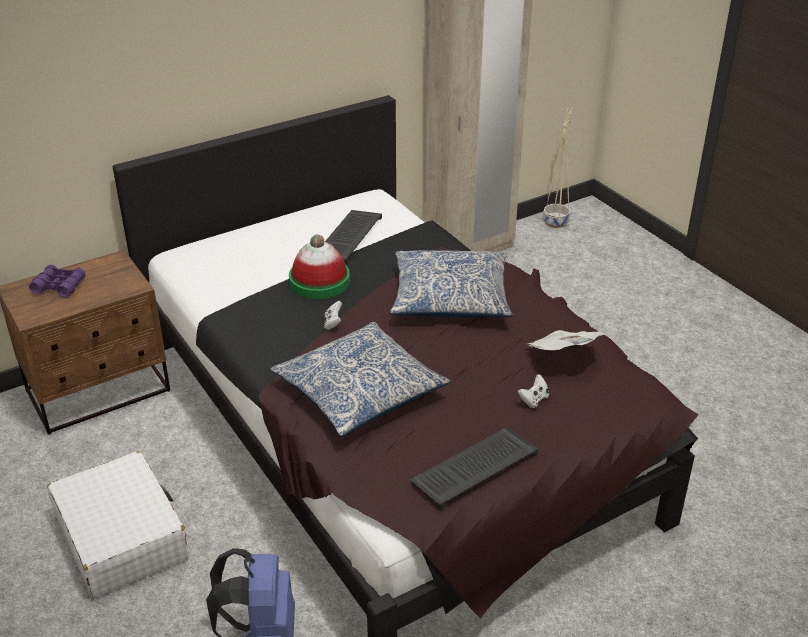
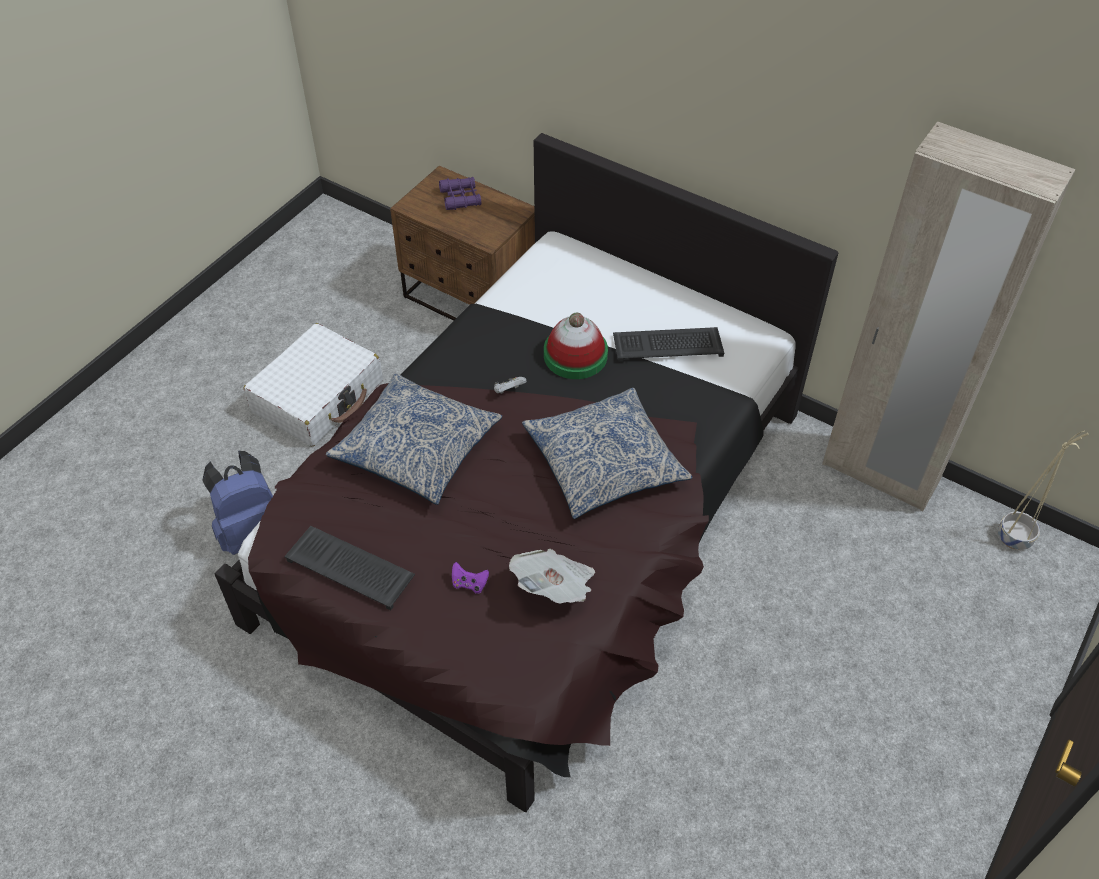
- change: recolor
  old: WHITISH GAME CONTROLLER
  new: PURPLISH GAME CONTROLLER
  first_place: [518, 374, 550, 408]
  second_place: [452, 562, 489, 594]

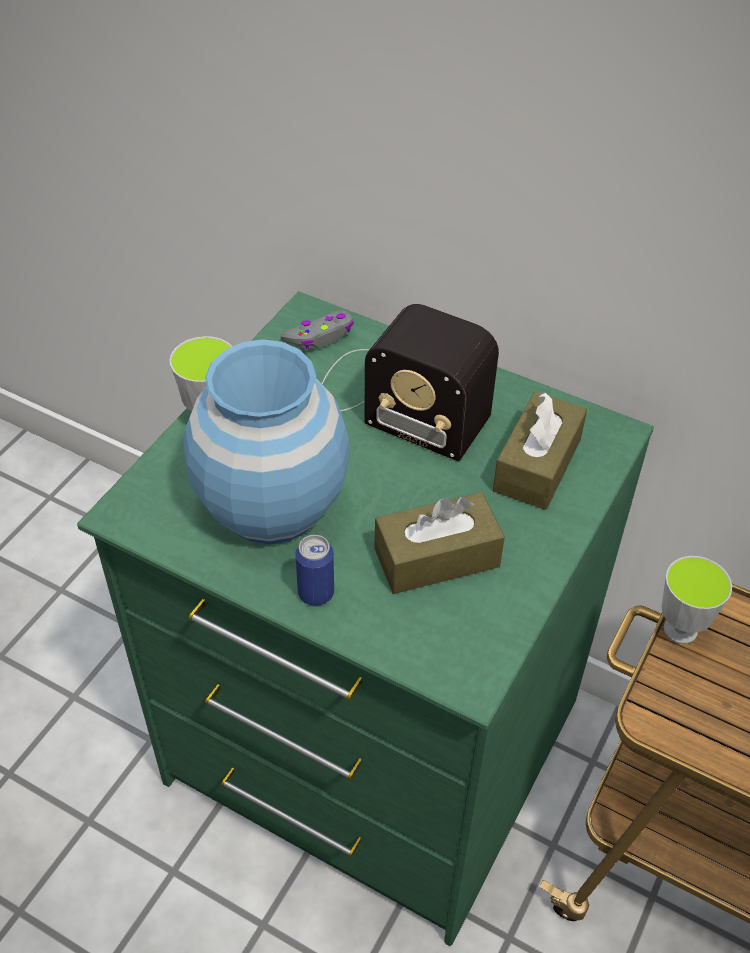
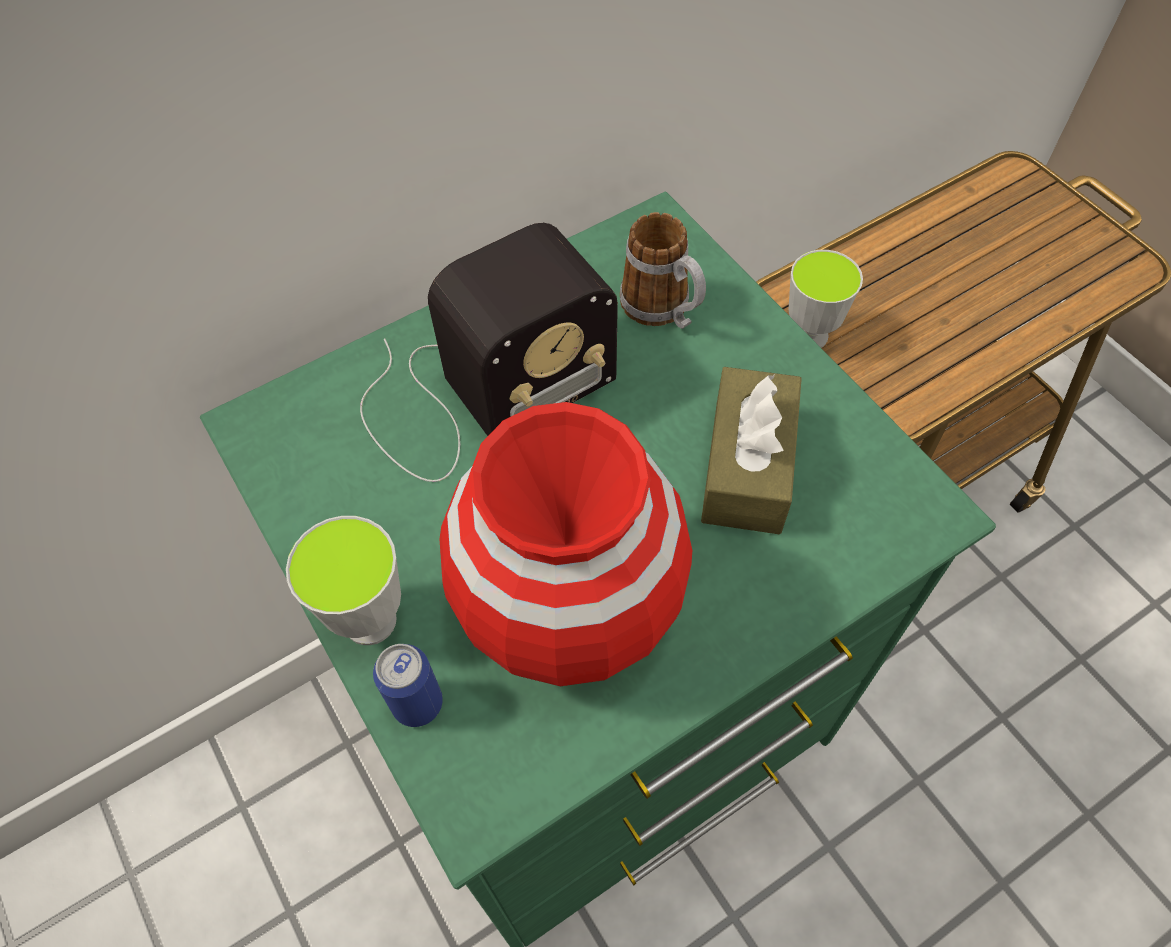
- change: move
  old: SEALED CAN
  first_place: [295, 535, 334, 606]
  second_place: [373, 644, 443, 727]
- change: recolor
  old: BLUE FLOWER VASE
  new: REDDISH FLOWER VASE
  first_place: [183, 339, 350, 544]
  second_place: [439, 402, 692, 686]
- change: replace
  old: BROWN BOX OF TISSUES
  new: MUG
  first_place: [493, 392, 587, 510]
  second_place: [620, 212, 706, 329]
- change: delete
  old: GREYISH GAME CONTROLLER
  first_place: [280, 310, 354, 350]

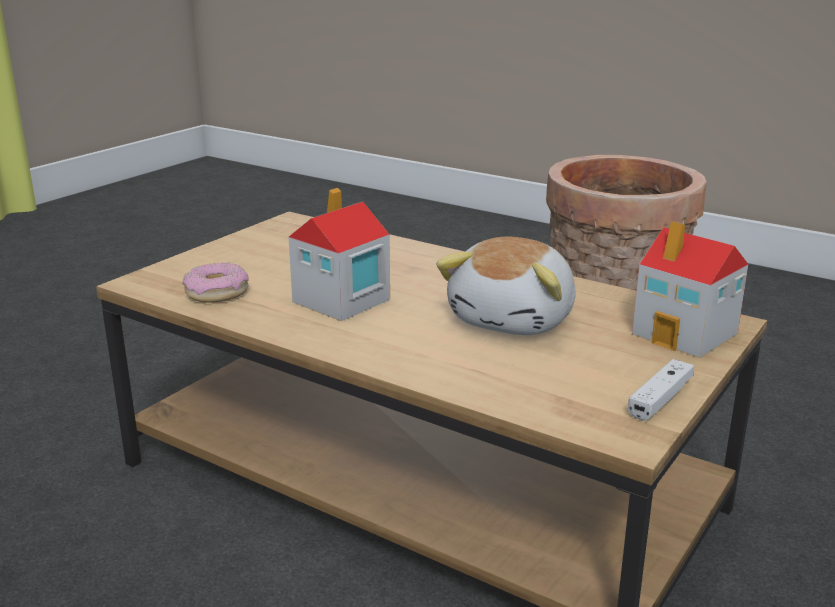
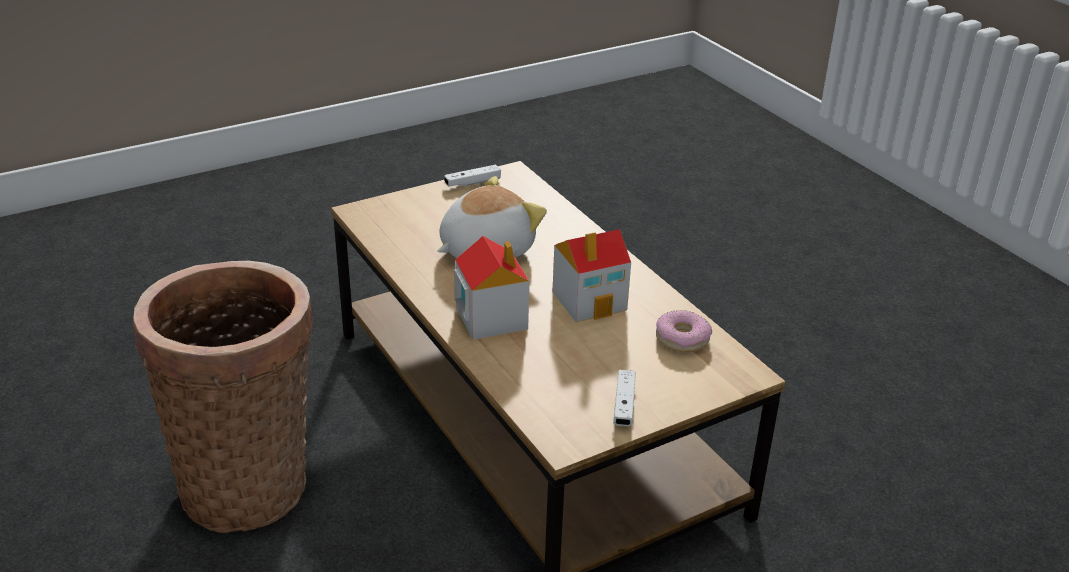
- change: move
  old: MODEL HOUSE
  first_place: [632, 221, 748, 358]
  second_place: [454, 236, 529, 340]
- change: insert
  new: WHITISH GAME CONTROLLER
  second_place: [613, 370, 636, 426]

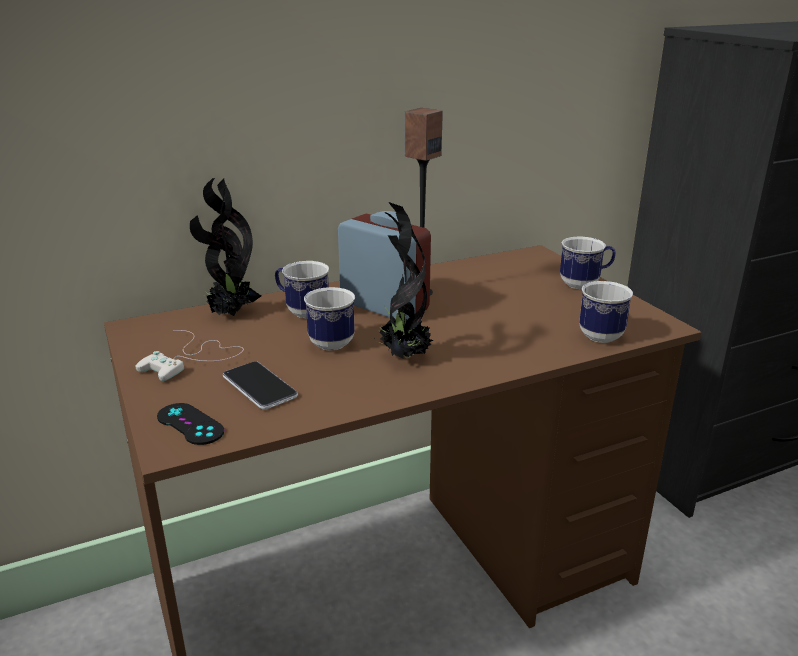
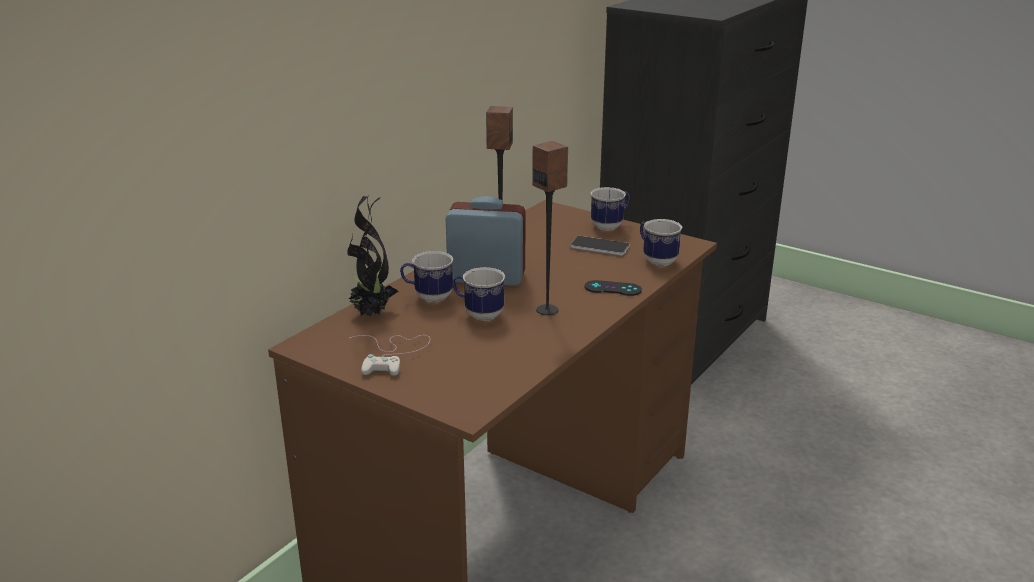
- change: replace
  old: HOUSEPLANT
  new: AUDIO SPEAKER
  first_place: [377, 202, 433, 358]
  second_place: [532, 141, 568, 315]
- change: move
  old: HANDSET
  first_place: [223, 361, 298, 410]
  second_place: [570, 236, 630, 256]
- change: move
  old: BLACKISH GAME CONTROLLER
  first_place: [157, 403, 224, 445]
  second_place: [585, 280, 642, 296]

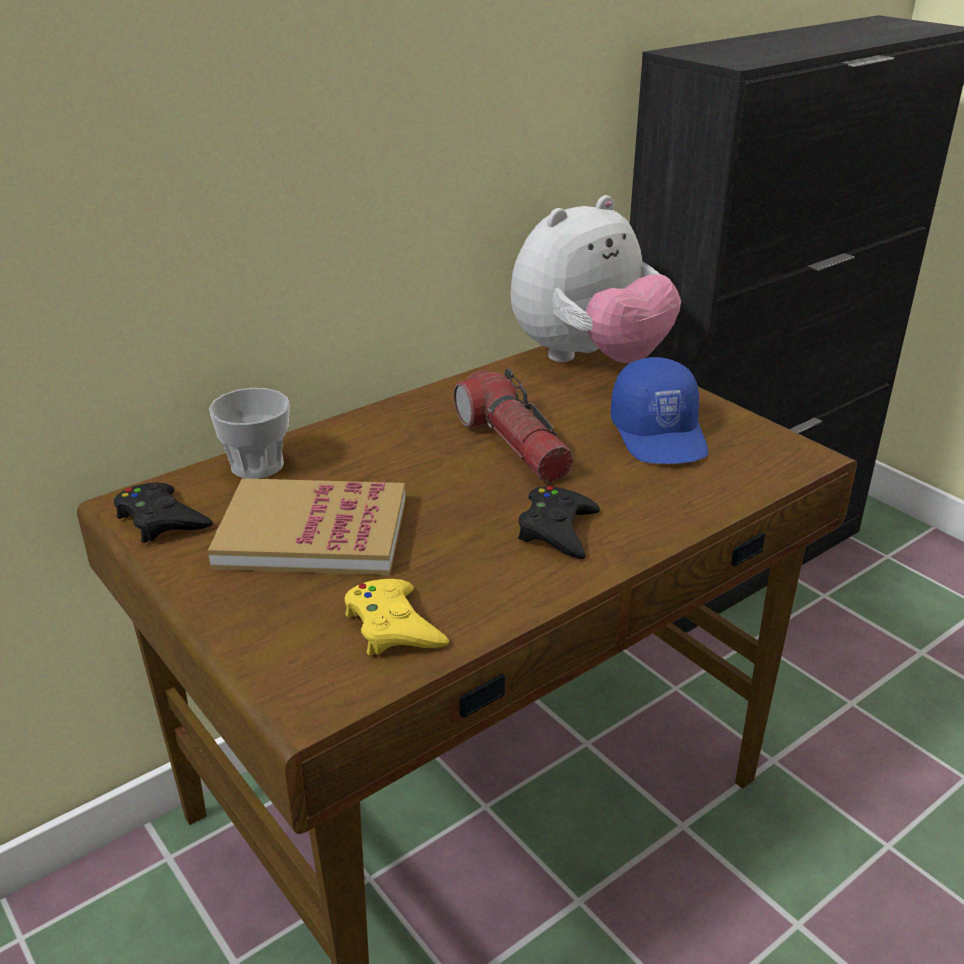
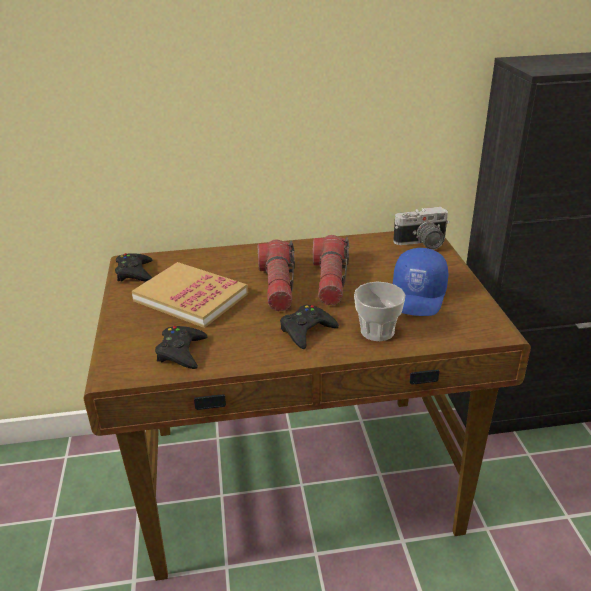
- change: recolor
  old: YELLOW GAME CONTROLLER
  new: BLACKISH GAME CONTROLLER
  first_place: [345, 579, 449, 655]
  second_place: [155, 326, 208, 369]
- change: insert
  new: FLASHLIGHT
  second_place: [258, 240, 295, 311]
- change: move
  old: DRINKING CUP
  first_place: [209, 388, 290, 479]
  second_place: [354, 282, 406, 341]
- change: replace
  old: CUDDLY TOY
  new: STILL CAMERA
  first_place: [511, 195, 681, 364]
  second_place: [393, 207, 450, 250]

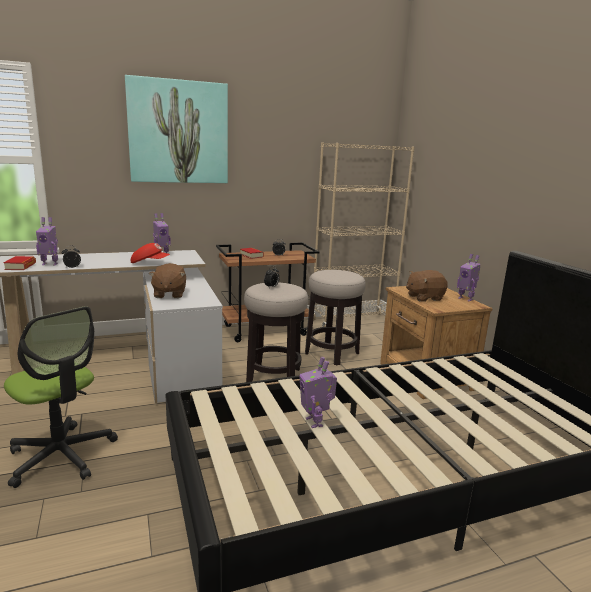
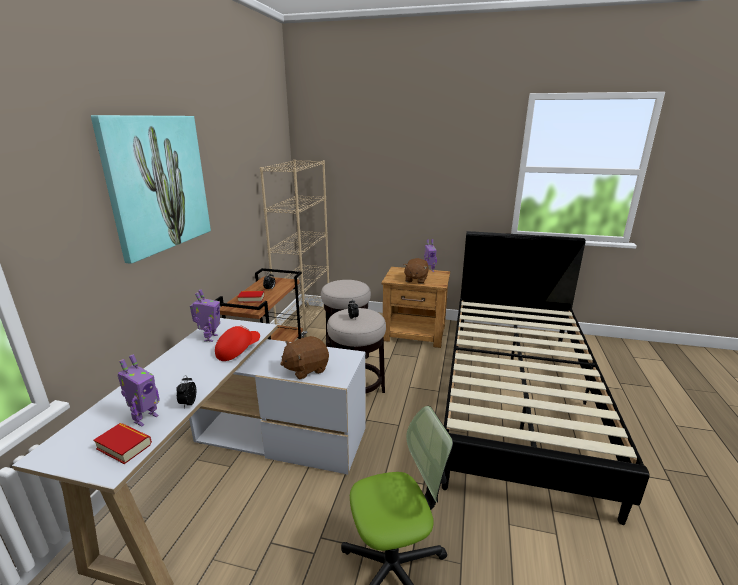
- change: rotate
  old: BROWN CUDDLY TOY
  first_place: [149, 263, 186, 298]
  second_place: [280, 336, 329, 379]
  degrees: 120
- change: delete
  old: MODEL ROBOT
  first_place: [299, 357, 337, 428]

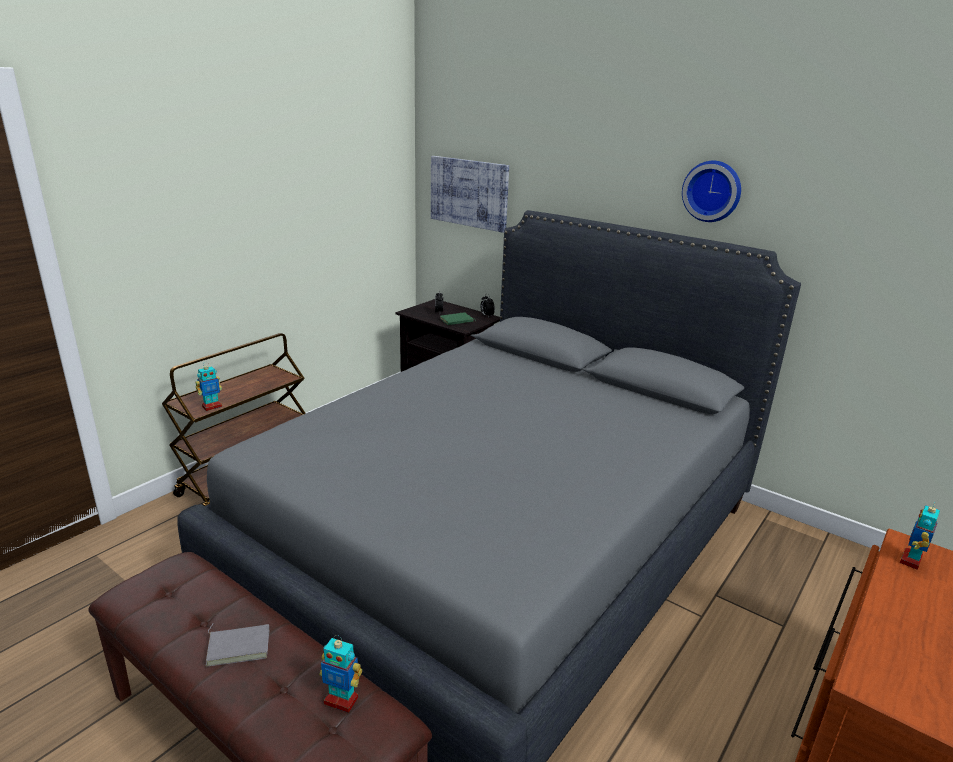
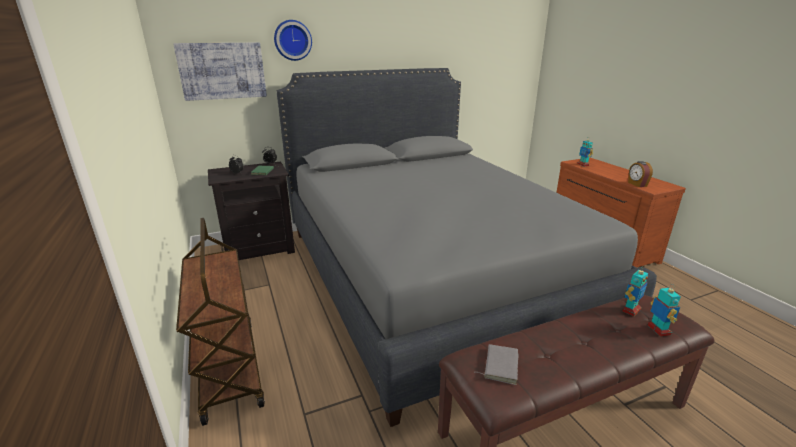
- change: move
  old: HANGING CLOCK
  first_place: [682, 161, 741, 222]
  second_place: [274, 20, 312, 61]
- change: move
  old: GREYISH VOLUME
  first_place: [206, 623, 270, 666]
  second_place: [478, 344, 519, 385]
- change: insert
  new: ALARM CLOCK
  second_place: [628, 161, 653, 187]
- change: move
  old: MODEL ROBOT
  first_place: [195, 365, 222, 411]
  second_place: [648, 284, 681, 337]

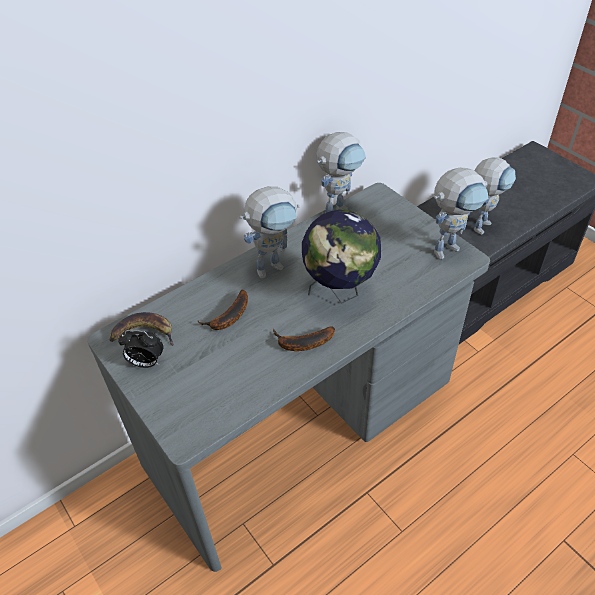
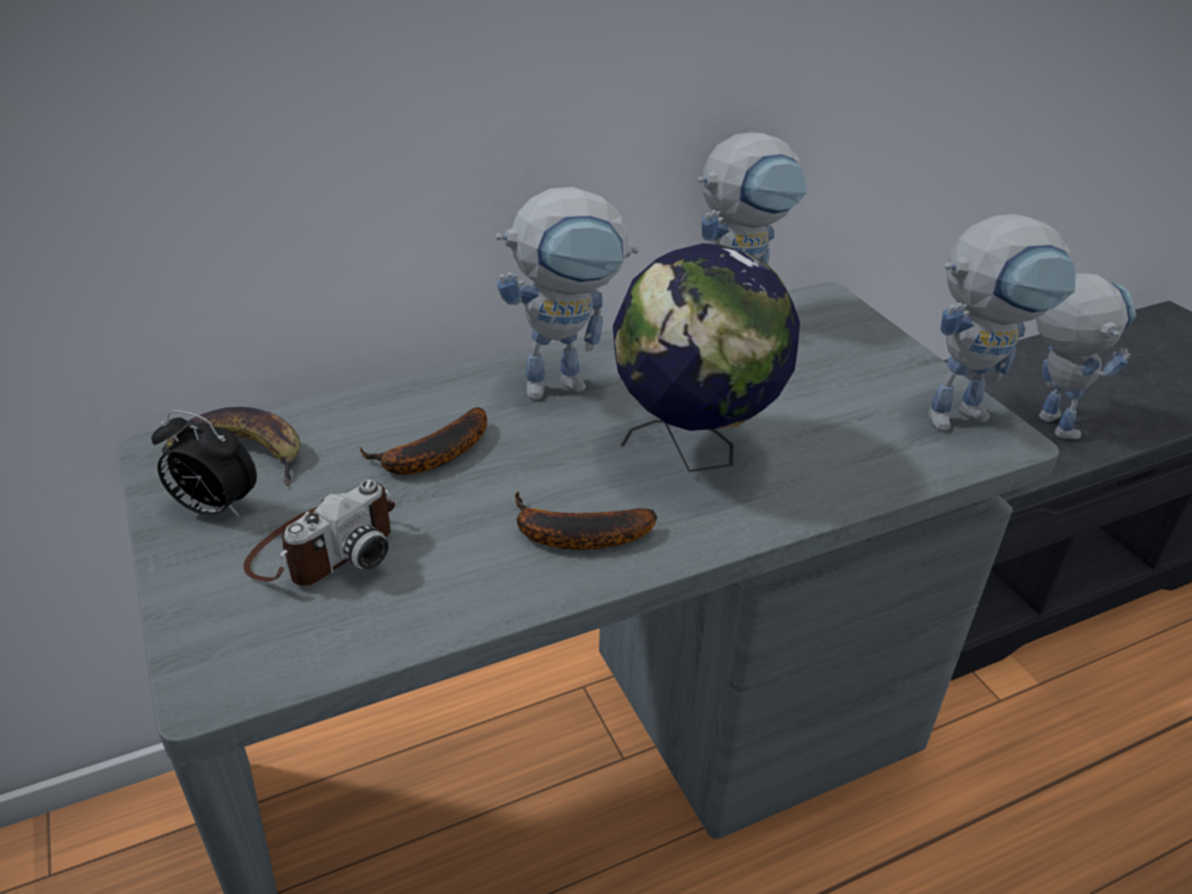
- change: insert
  new: STILL CAMERA
  second_place: [243, 480, 395, 586]
- change: rotate
  old: MODEL ROBOT
  first_place: [474, 157, 516, 235]
  second_place: [1036, 273, 1137, 439]
  degrees: -60

